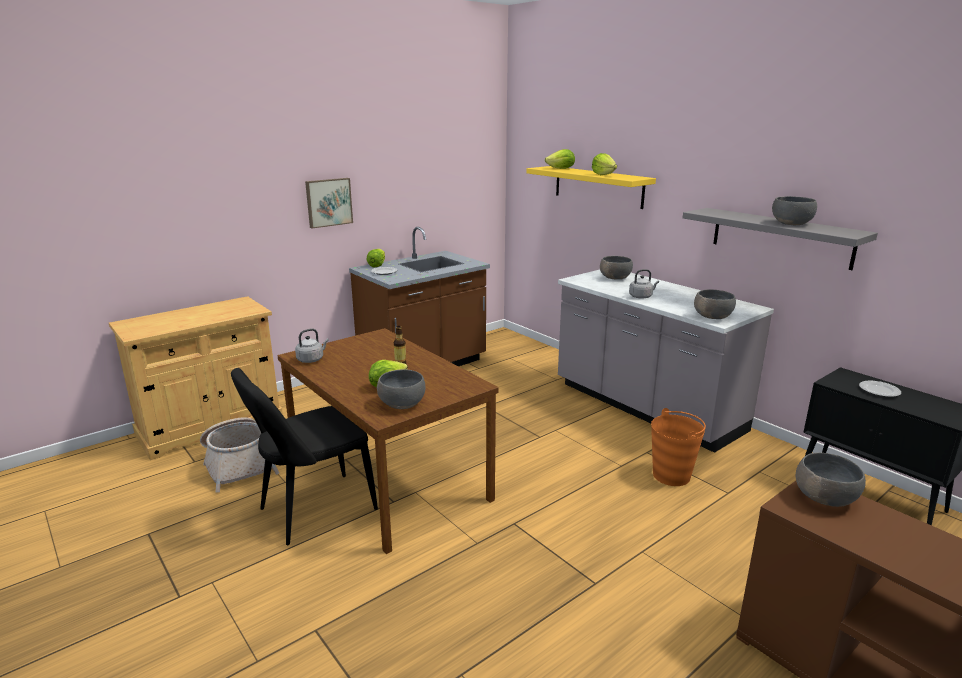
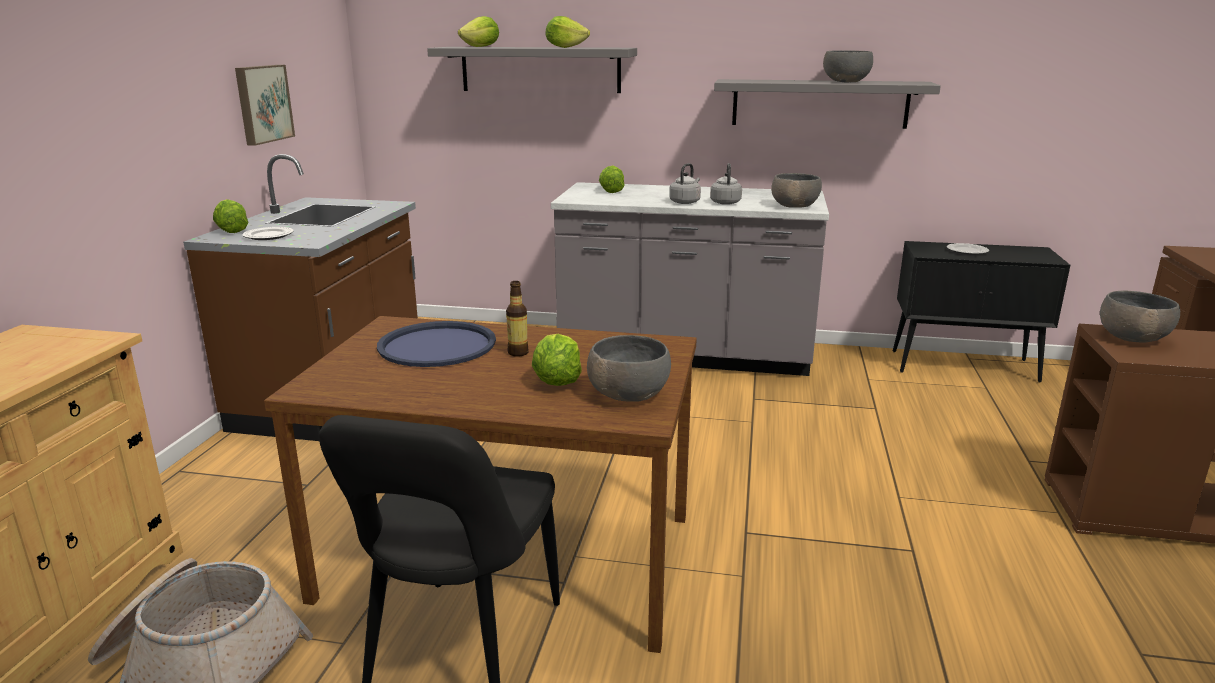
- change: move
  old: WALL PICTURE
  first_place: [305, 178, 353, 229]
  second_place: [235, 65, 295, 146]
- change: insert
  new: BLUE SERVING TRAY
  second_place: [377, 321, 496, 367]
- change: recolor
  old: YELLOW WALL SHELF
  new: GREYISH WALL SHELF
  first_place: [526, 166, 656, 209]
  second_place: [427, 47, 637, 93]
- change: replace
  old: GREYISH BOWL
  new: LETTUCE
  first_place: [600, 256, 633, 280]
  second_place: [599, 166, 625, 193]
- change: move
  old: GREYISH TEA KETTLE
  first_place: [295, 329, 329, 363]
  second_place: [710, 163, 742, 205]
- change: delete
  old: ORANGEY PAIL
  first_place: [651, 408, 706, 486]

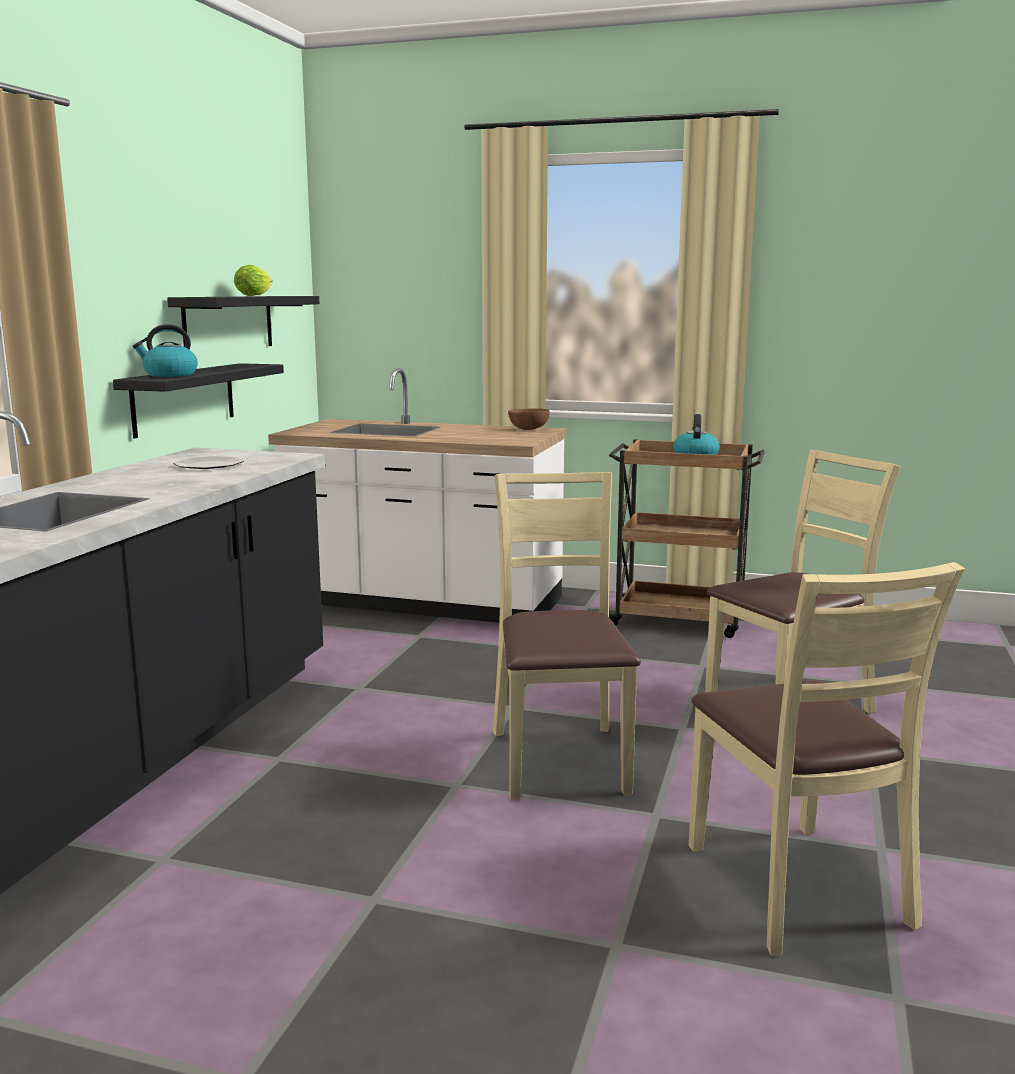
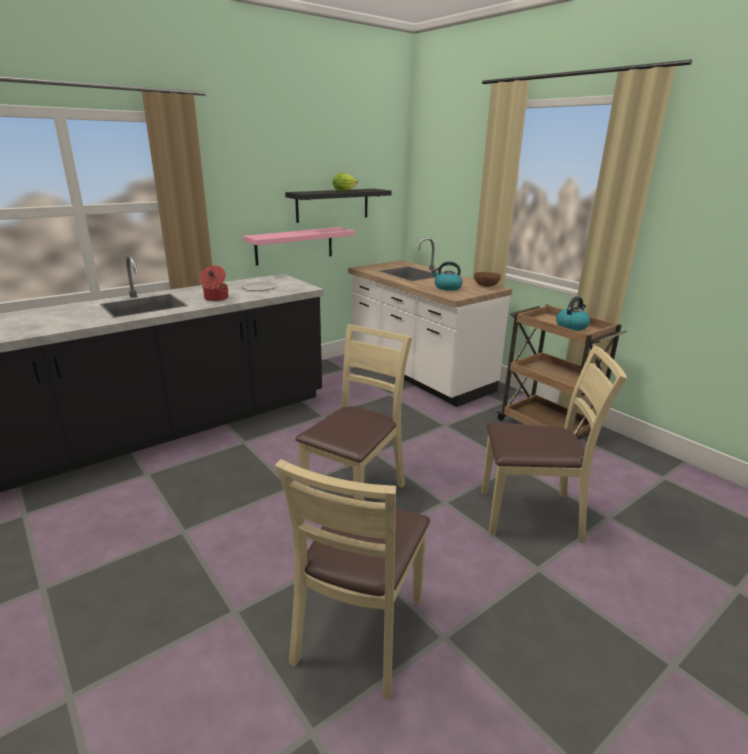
- change: insert
  new: STOCKPOT
  second_place: [200, 266, 229, 301]
- change: recolor
  old: BLACKISH WALL SHELF
  new: PINK-COLOURED WALL SHELF
  first_place: [113, 363, 284, 438]
  second_place: [243, 227, 355, 266]
- change: move
  old: TEA KETTLE
  first_place: [133, 324, 198, 377]
  second_place: [431, 261, 463, 291]

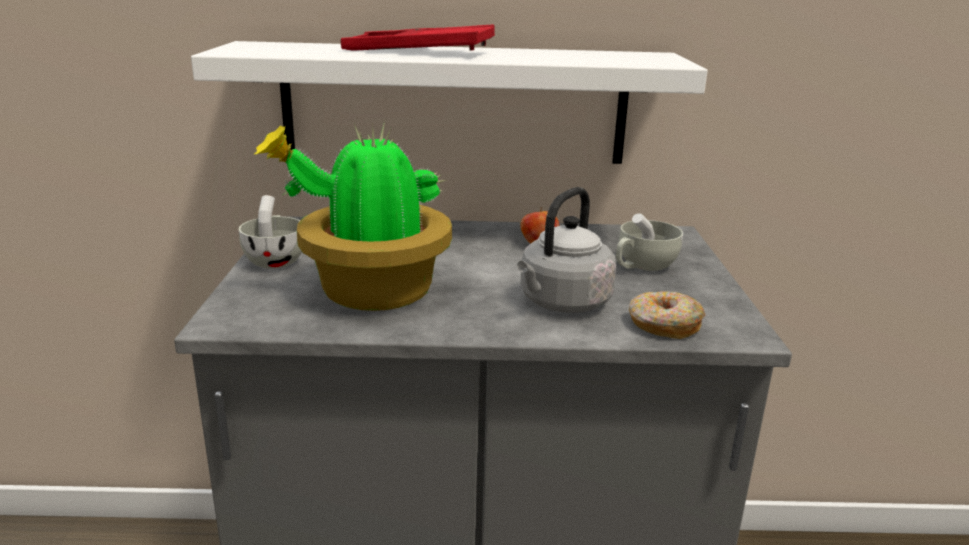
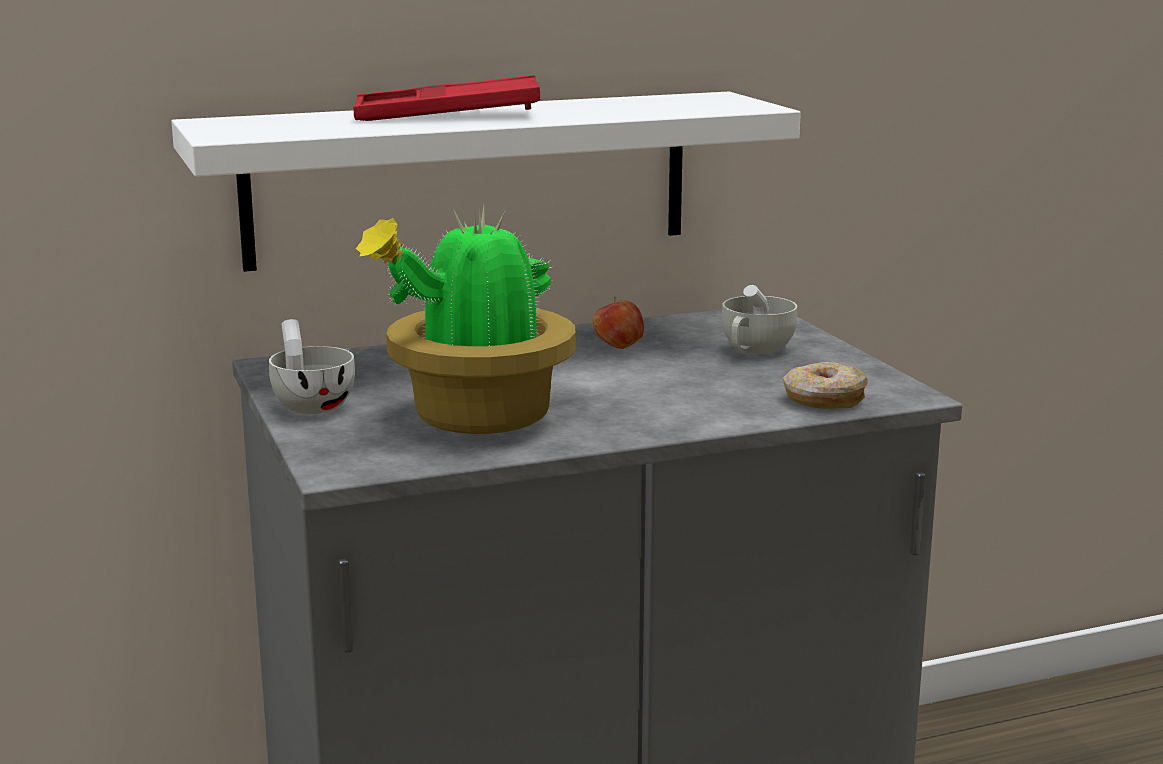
- change: delete
  old: GREYISH TEA KETTLE
  first_place: [517, 187, 616, 313]

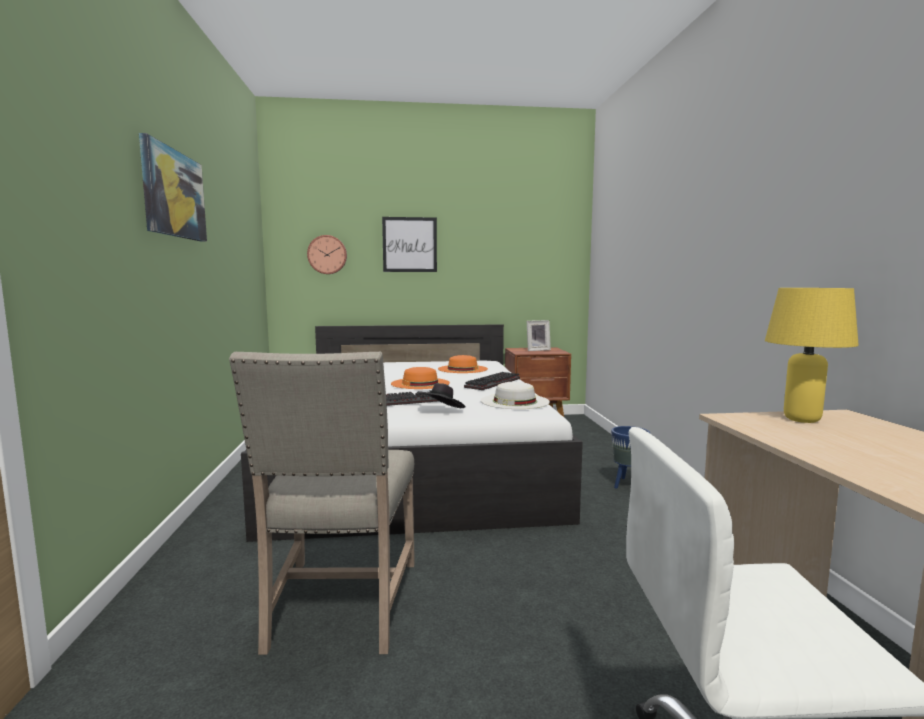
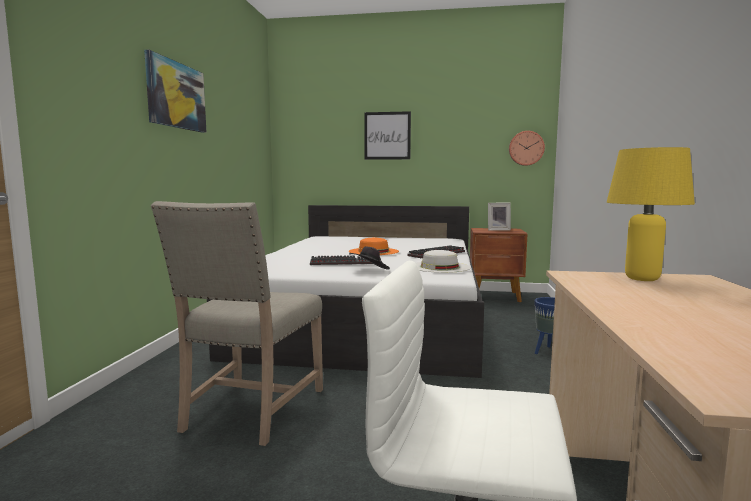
- change: move
  old: HANGING CLOCK
  first_place: [307, 235, 347, 274]
  second_place: [509, 131, 545, 166]
- change: delete
  old: ORANGEY CLOTHING HAT
  first_place: [438, 355, 488, 373]

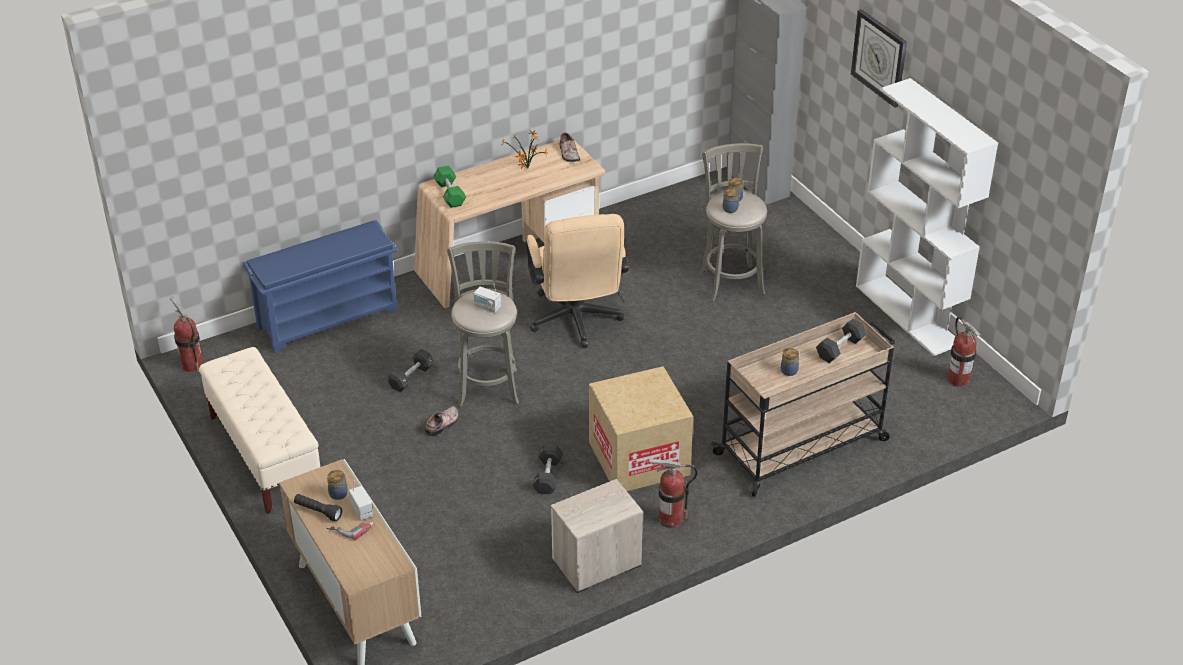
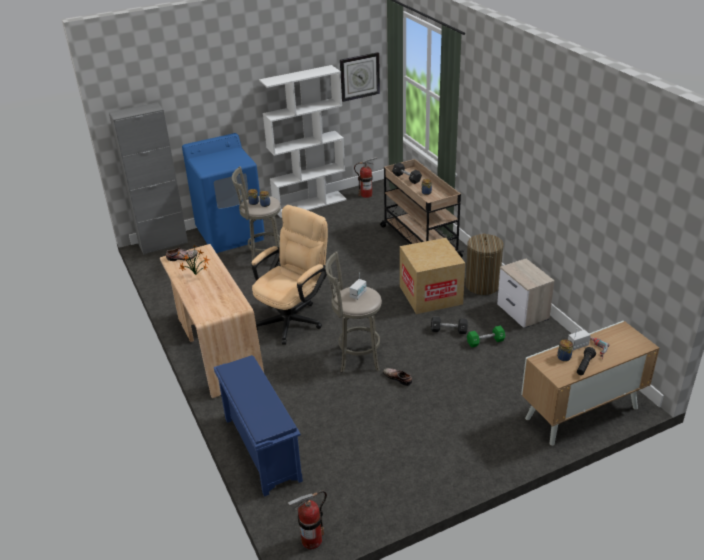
- change: insert
  new: BLUE LAUNDRY APPLIANCE
  second_place: [182, 133, 265, 253]
- change: rotate
  old: BEIGE-COLOURED OFFICE CHAIR
  first_place: [526, 214, 629, 347]
  second_place: [252, 205, 328, 345]
  degrees: -45
- change: move
  old: HANGING CLOCK
  first_place: [851, 9, 907, 108]
  second_place: [340, 52, 380, 102]
- change: replace
  old: FIRE EXTINGUISHER
  new: HAMPER
  first_place: [649, 459, 698, 528]
  second_place: [465, 234, 504, 295]
- change: move
  old: GREEN-COLOURED DUMBBELL
  first_place: [433, 166, 466, 208]
  second_place: [467, 326, 505, 347]
- change: delete
  old: BEIGE-COLOURED INDOOR BENCH
  first_place: [199, 347, 321, 514]
- change: delete
  old: BLACKISH DUMBBELL
  first_place: [387, 349, 435, 393]

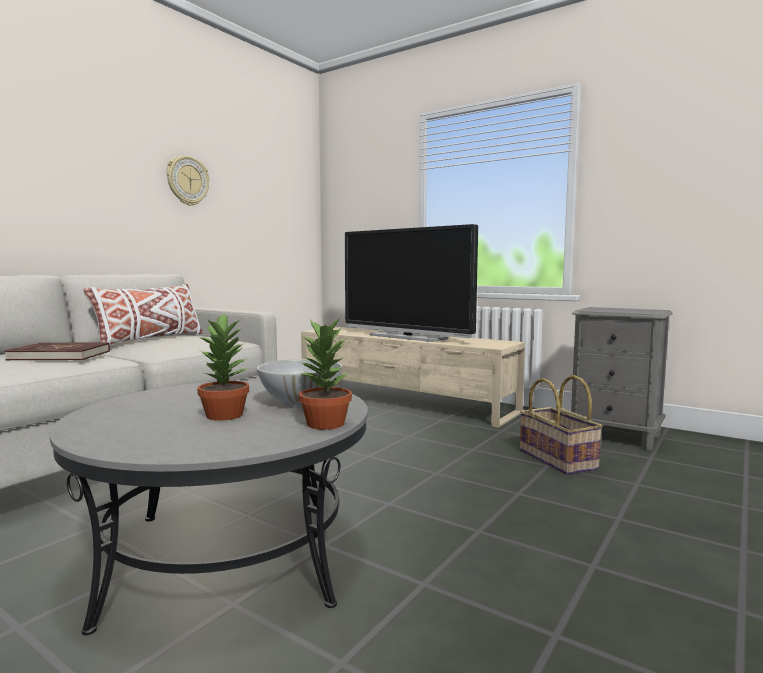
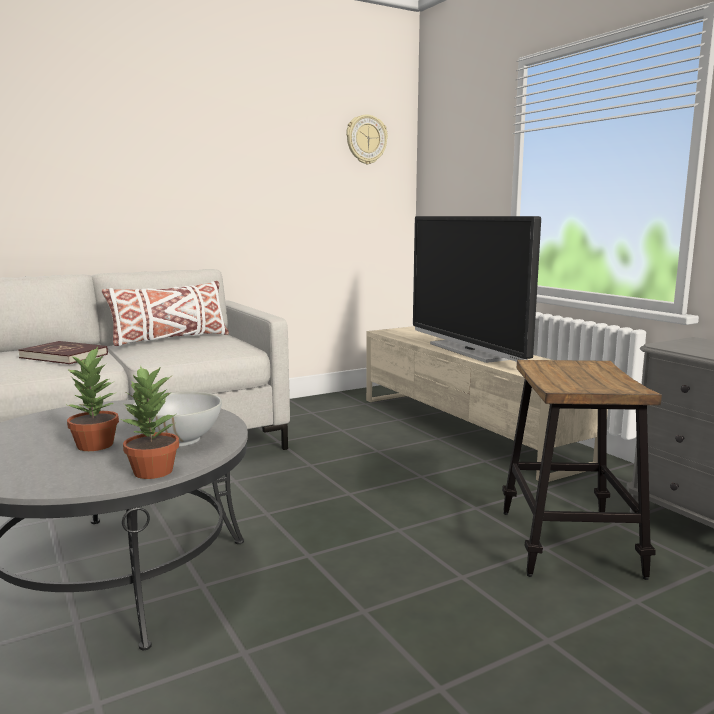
- change: move
  old: HANGING CLOCK
  first_place: [166, 156, 209, 206]
  second_place: [346, 115, 388, 164]
- change: replace
  old: HOUSEHOLD BASKET
  new: SITTING STOOL
  first_place: [520, 375, 603, 475]
  second_place: [502, 360, 662, 580]

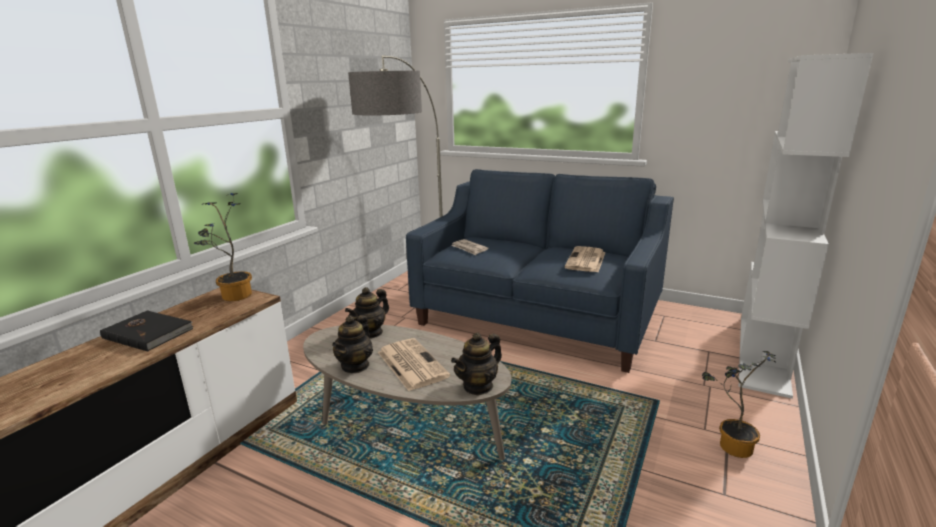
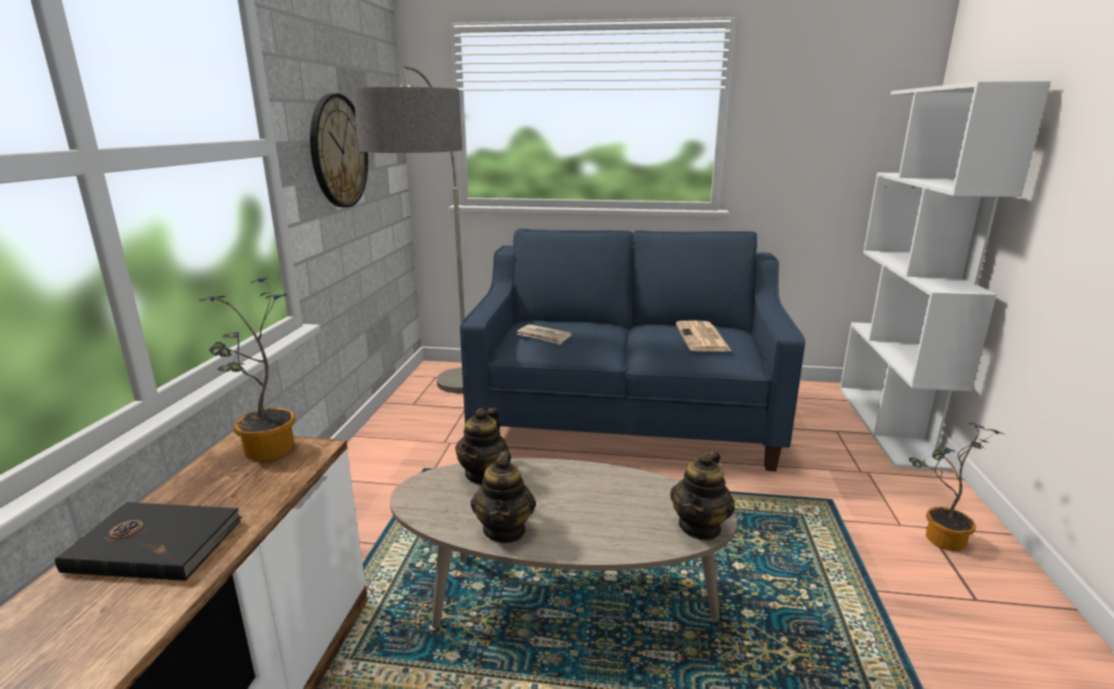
- change: insert
  new: HANGING CLOCK
  second_place: [310, 93, 368, 207]
- change: delete
  old: PRINTED PAPER
  first_place: [378, 338, 451, 391]

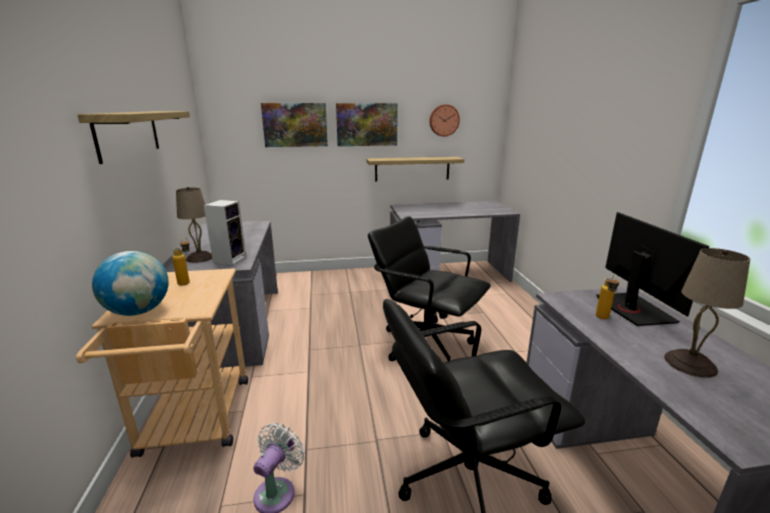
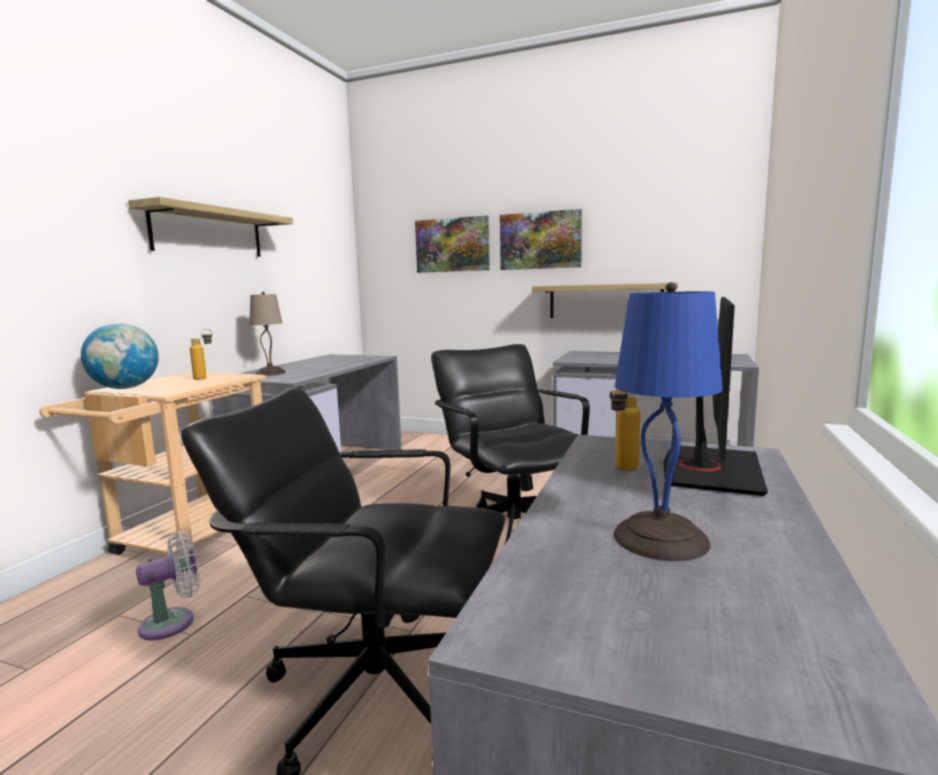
- change: recolor
  old: BEIGE-COLOURED LAMP FOR A TABLE
  new: BLUE LAMP FOR A TABLE
  first_place: [664, 248, 750, 378]
  second_place: [614, 282, 723, 561]
- change: delete
  old: AUDIO SPEAKER
  first_place: [204, 200, 246, 265]
- change: delete
  old: HANGING CLOCK
  first_place: [429, 104, 460, 137]

